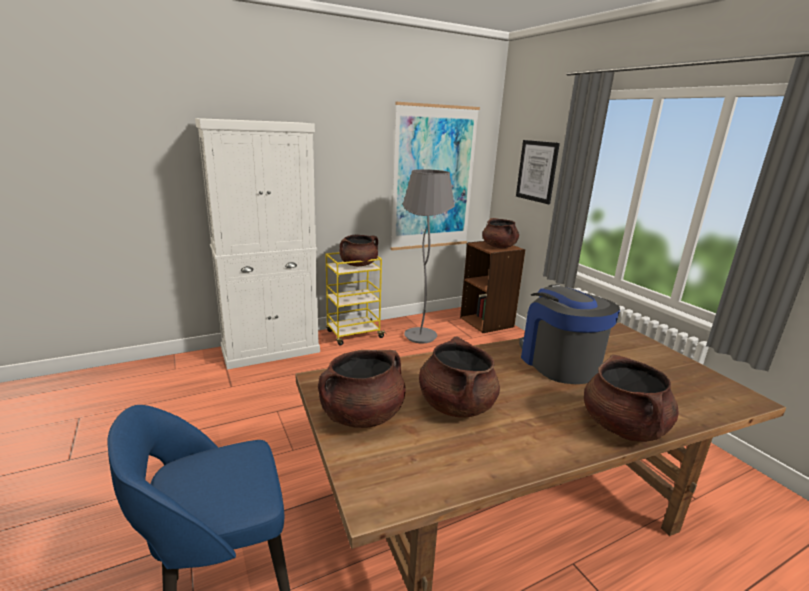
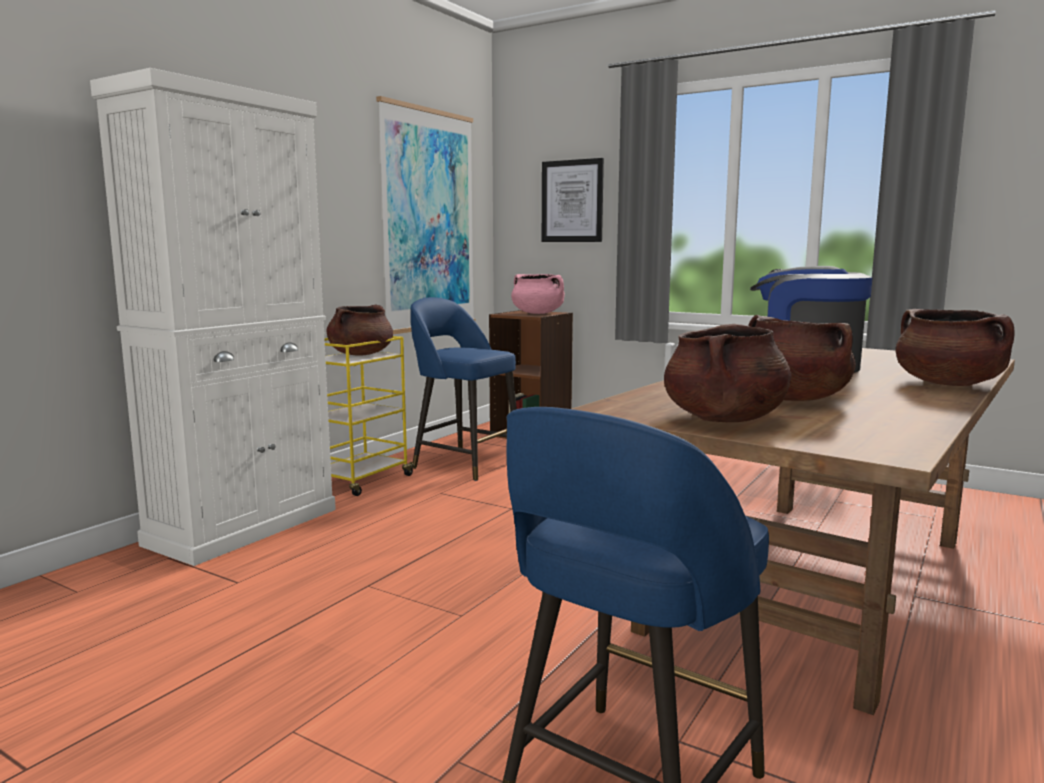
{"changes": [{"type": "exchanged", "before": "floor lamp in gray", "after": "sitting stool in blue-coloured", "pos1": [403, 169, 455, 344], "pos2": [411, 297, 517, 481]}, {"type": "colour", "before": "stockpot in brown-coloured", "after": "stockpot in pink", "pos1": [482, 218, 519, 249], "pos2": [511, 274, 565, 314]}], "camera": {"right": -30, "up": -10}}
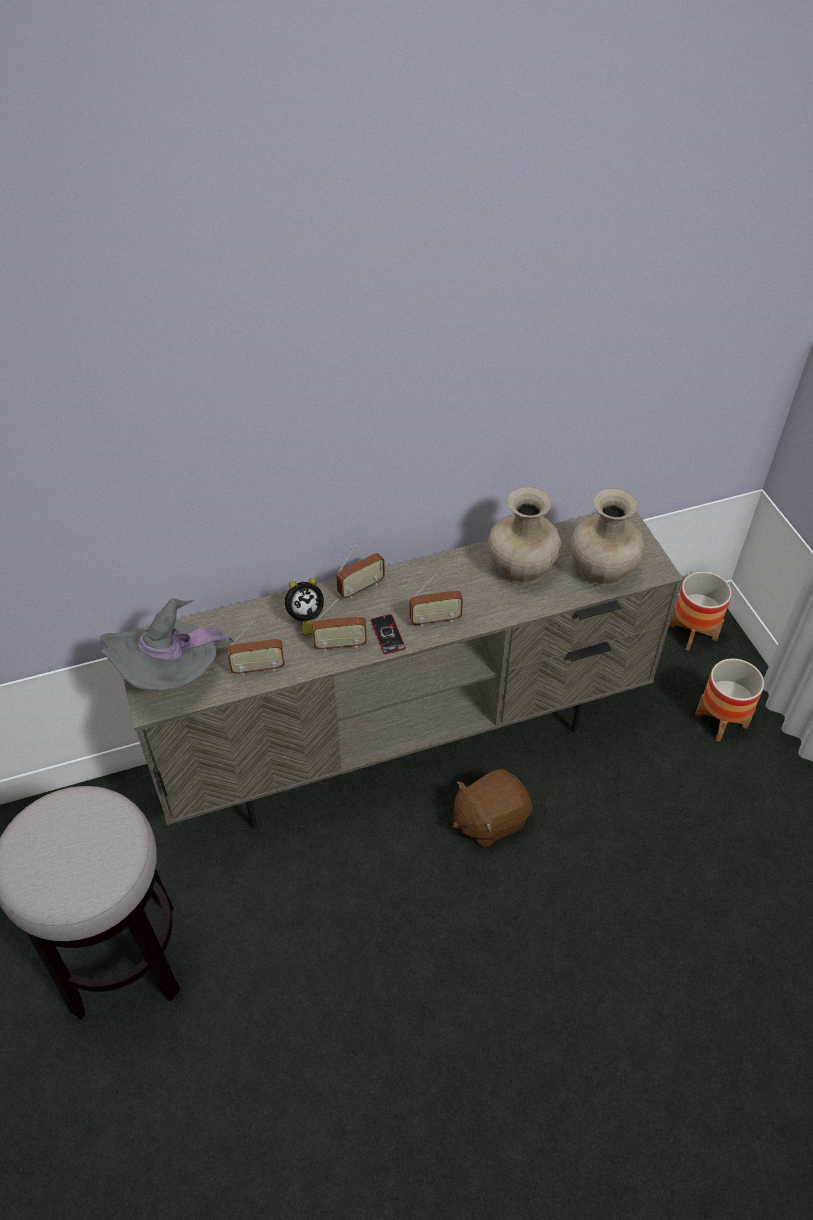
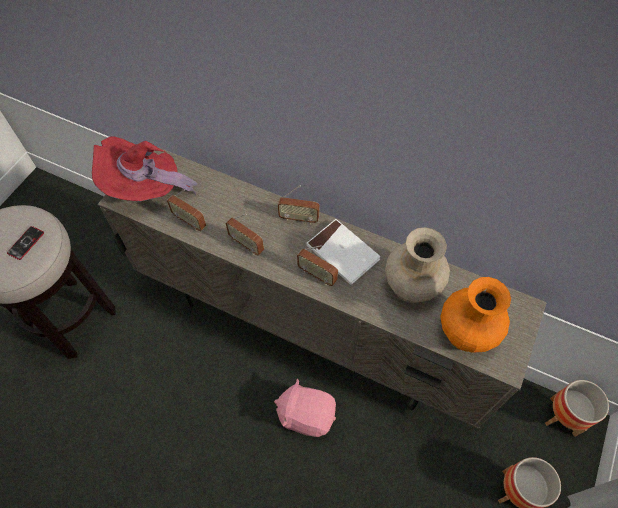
{"changes": [{"type": "relocated", "before": "telephone", "pos1": [371, 614, 405, 654], "pos2": [7, 226, 44, 260]}, {"type": "colour", "before": "wearable hat in gray", "after": "wearable hat in red-coloured", "pos1": [100, 598, 234, 690], "pos2": [92, 136, 197, 202]}, {"type": "colour", "before": "plush toy in brown-coloured", "after": "plush toy in pink", "pos1": [453, 769, 532, 848], "pos2": [274, 378, 336, 437]}, {"type": "appeared", "after": "bound book in white-coloured", "pos2": [306, 219, 381, 285]}, {"type": "colour", "before": "decorative vase in sand-coloured", "after": "decorative vase in orange-coloured", "pos1": [570, 488, 644, 586], "pos2": [440, 277, 511, 353]}, {"type": "missing", "before": "bedside clock", "pos1": [285, 578, 324, 635]}], "camera": {"right": 45, "up": 10}}
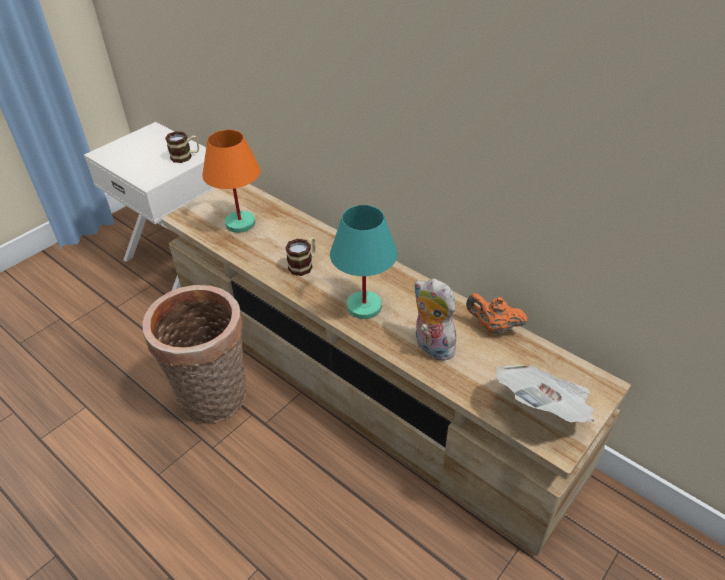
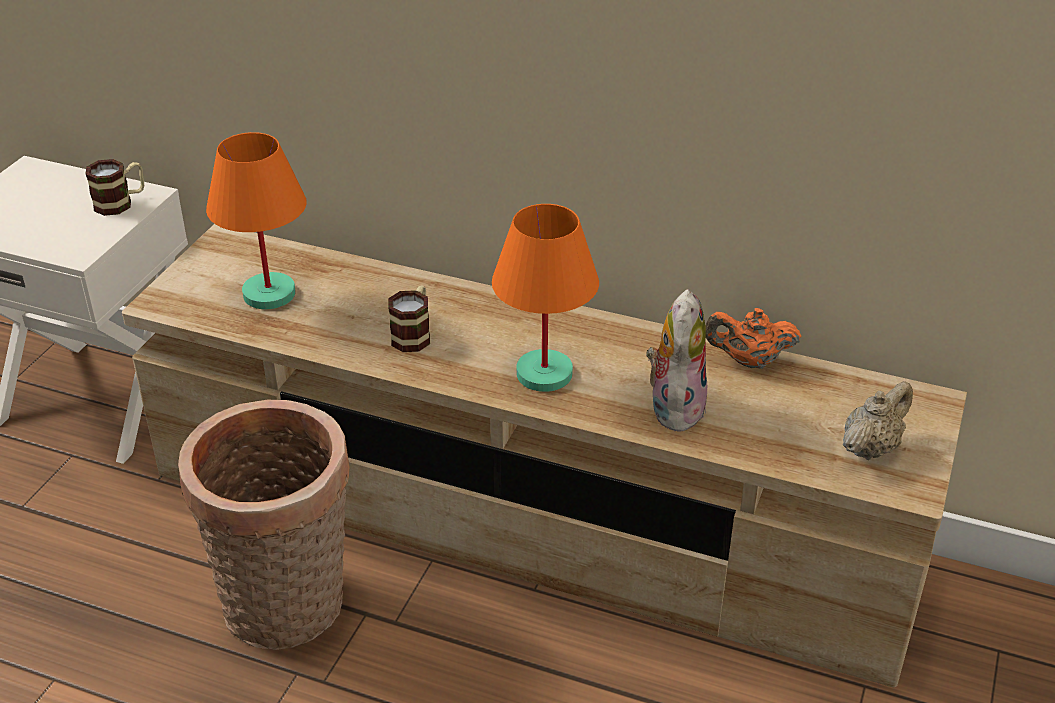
{"changes": [{"type": "colour", "before": "tabletop lamp in turquoise-coloured", "after": "tabletop lamp in orange-coloured", "pos1": [330, 205, 397, 319], "pos2": [492, 204, 599, 392]}, {"type": "spun", "before": "plush toy", "pos1": [413, 278, 461, 361], "pos2": [646, 289, 707, 434], "turn": 75}, {"type": "exchanged", "before": "newspaper", "after": "pot for tea in sand-coloured", "pos1": [496, 365, 595, 422], "pos2": [843, 381, 913, 460]}], "camera": {"right": -20, "up": -5}}
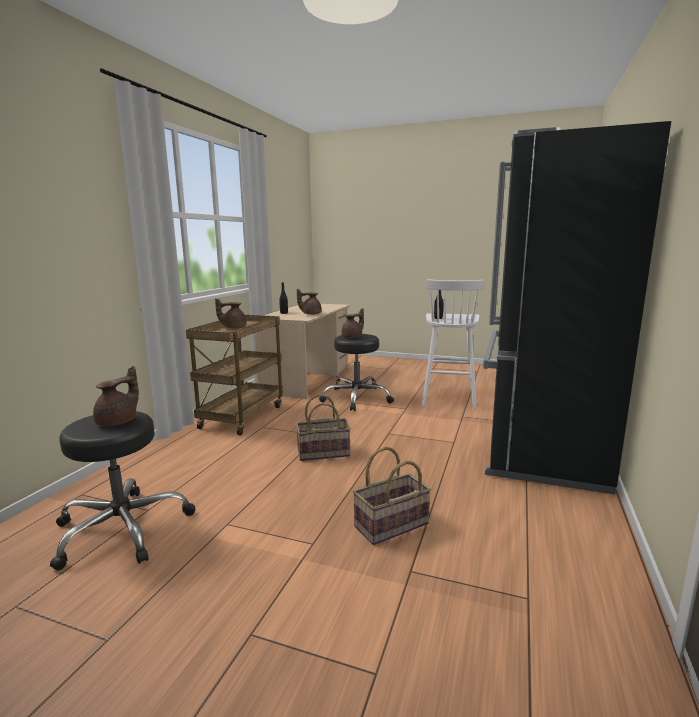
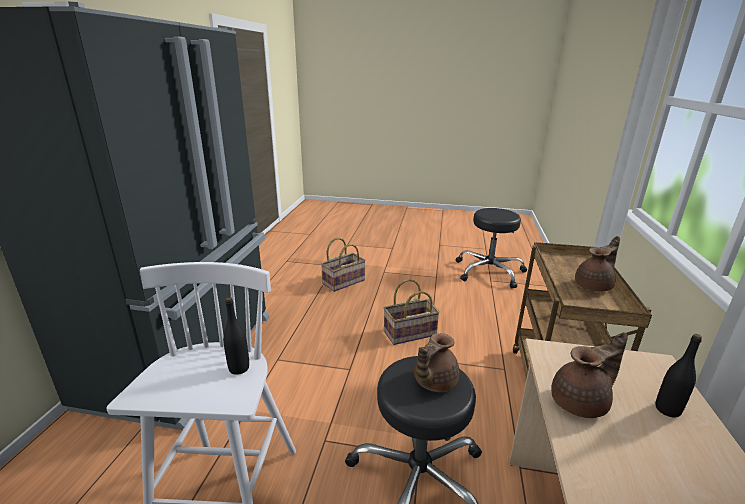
{"changes": [{"type": "missing", "before": "pot for tea in brown-coloured", "pos1": [93, 366, 139, 426]}], "camera": {"right": 170, "up": 10}}
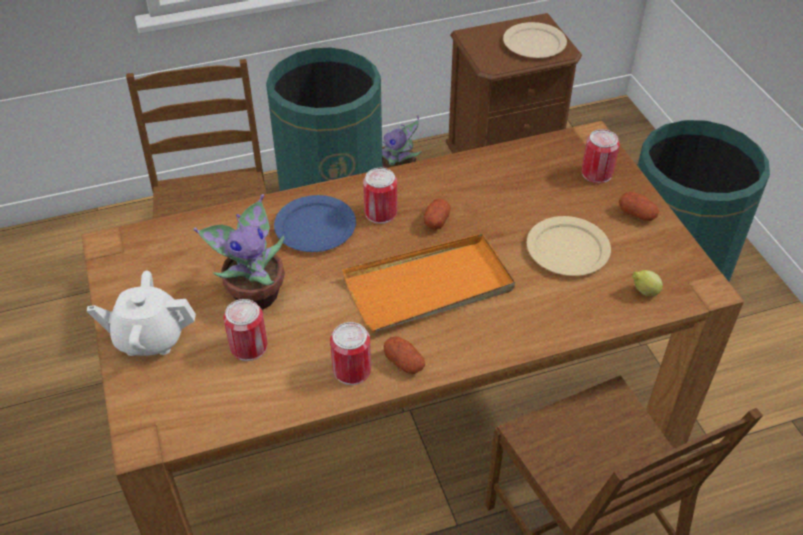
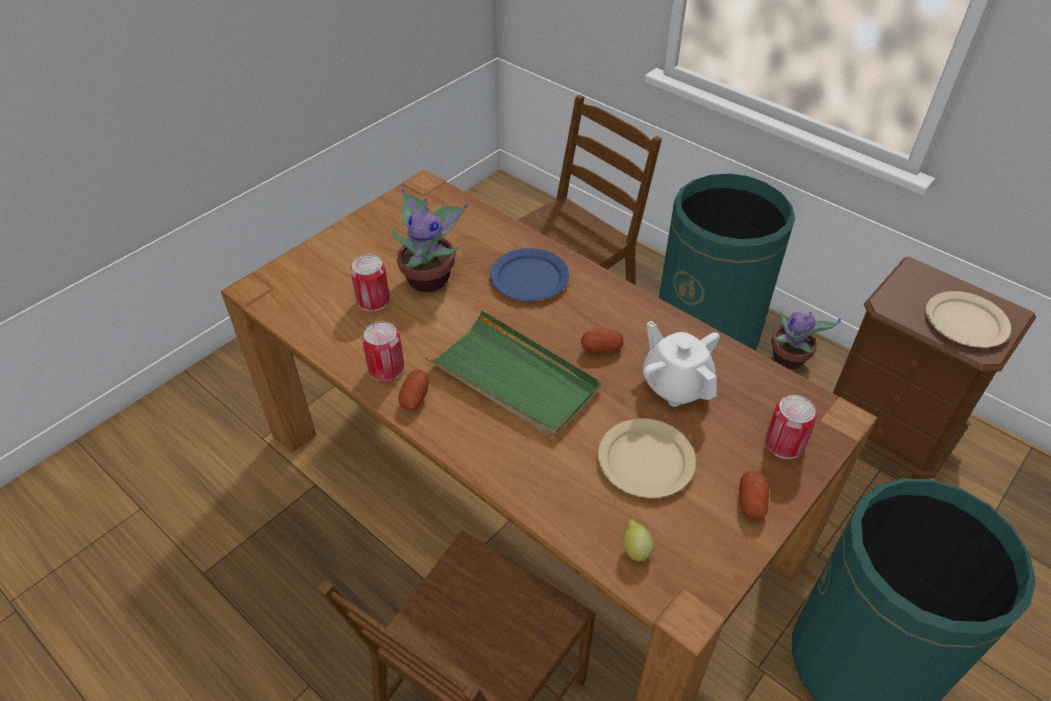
{"changes": [{"type": "colour", "before": "tray in orange-coloured", "after": "tray in greenish", "pos1": [342, 234, 515, 332], "pos2": [426, 310, 601, 438]}, {"type": "relocated", "before": "pot for tea in white-coloured", "pos1": [87, 271, 196, 356], "pos2": [643, 321, 720, 407]}, {"type": "missing", "before": "metal can", "pos1": [363, 168, 397, 224]}], "camera": {"right": 60, "up": 0}}
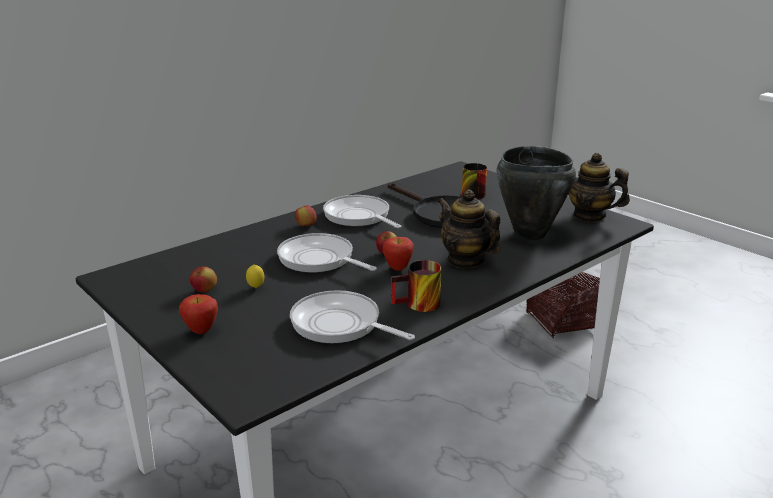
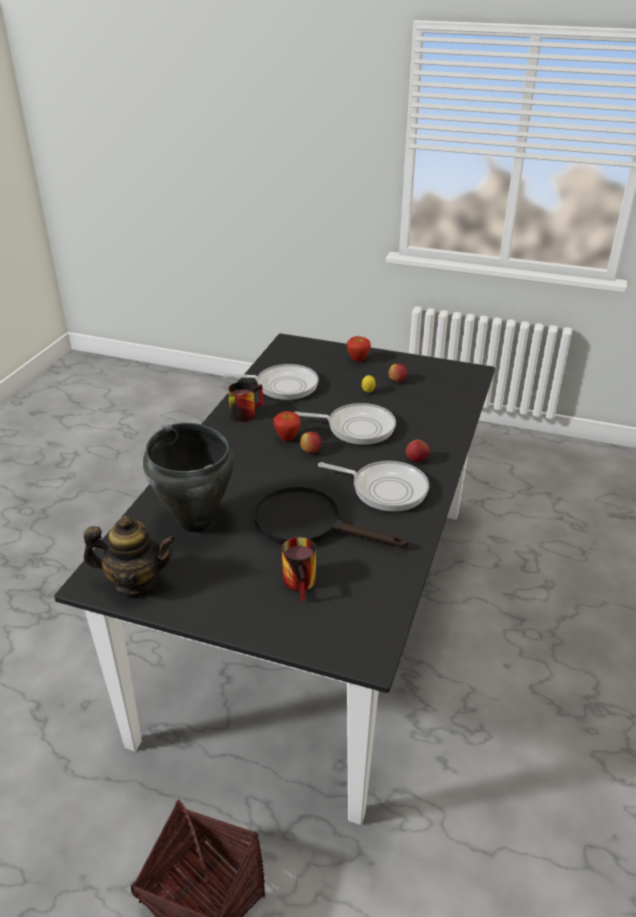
{"changes": [{"type": "missing", "before": "pot for tea", "pos1": [438, 190, 501, 269]}], "camera": {"right": 150, "up": 10}}
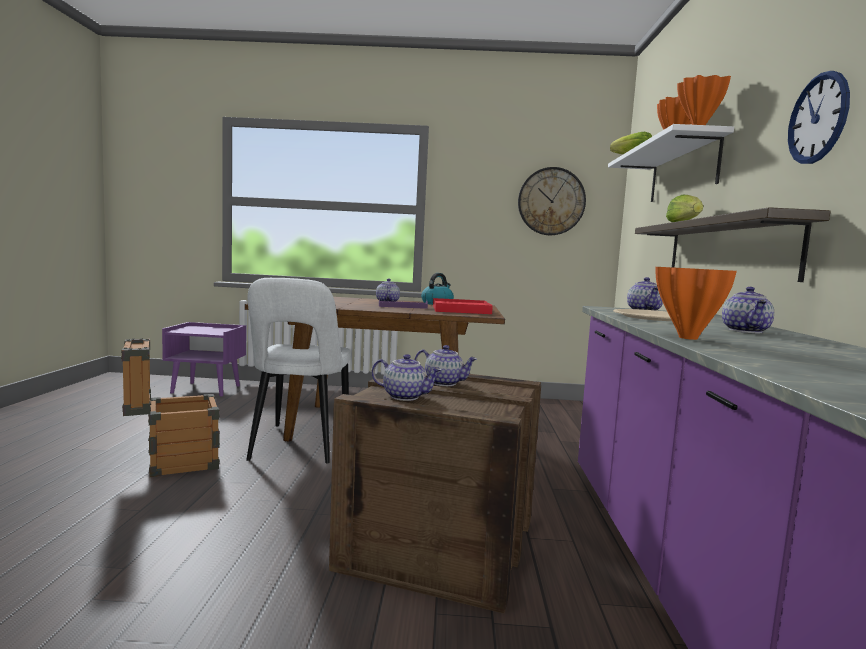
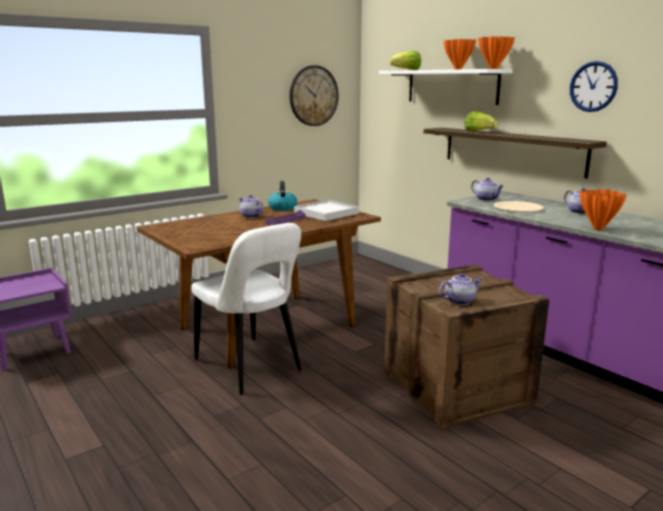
{"changes": [{"type": "colour", "before": "tray in red-coloured", "after": "tray in white-coloured", "pos1": [433, 298, 493, 314], "pos2": [294, 200, 359, 221]}, {"type": "missing", "before": "crate", "pos1": [121, 338, 220, 477]}, {"type": "missing", "before": "pot for tea", "pos1": [415, 345, 477, 386]}], "camera": {"right": -40, "up": 10}}
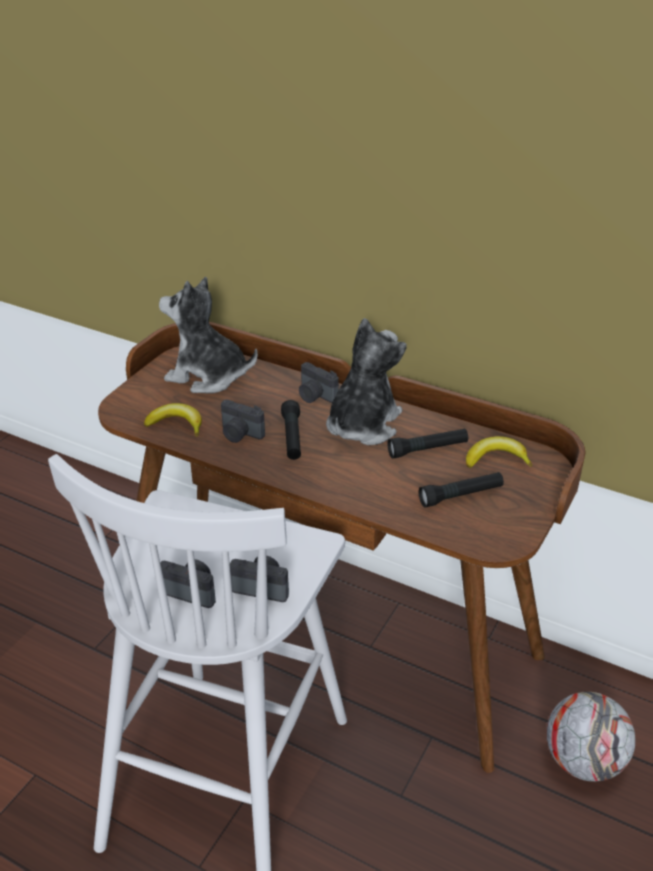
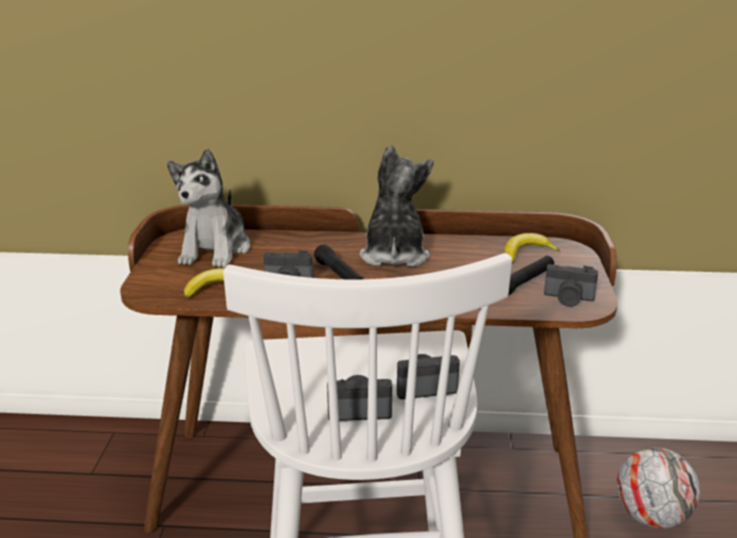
{"changes": [{"type": "spun", "before": "plush toy", "pos1": [159, 277, 258, 393], "pos2": [167, 148, 250, 268], "turn": -75}, {"type": "relocated", "before": "photo camera", "pos1": [299, 362, 339, 403], "pos2": [544, 264, 598, 307]}, {"type": "missing", "before": "hand torch in blackish", "pos1": [388, 428, 468, 459]}], "camera": {"right": -25, "up": -10}}
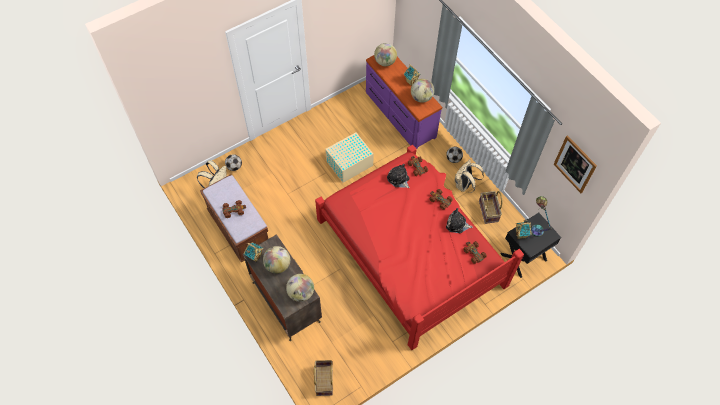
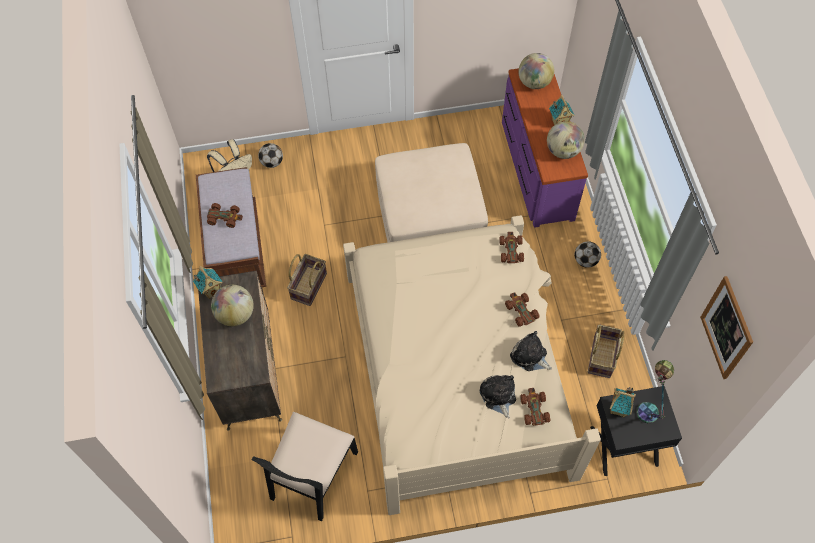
{"changes": [{"type": "appeared", "after": "chair in blackish", "pos2": [252, 412, 358, 521]}, {"type": "relocated", "before": "storage basket", "pos1": [314, 360, 333, 396], "pos2": [287, 254, 327, 306]}, {"type": "colour", "before": "bed in red-coloured", "after": "bed in sand-coloured", "pos1": [315, 145, 524, 350], "pos2": [343, 215, 601, 515]}, {"type": "exchanged", "before": "storage bin in sand-coloured", "after": "pouffe in sand-coloured", "pos1": [325, 133, 374, 183], "pos2": [375, 143, 488, 242]}, {"type": "relocated", "before": "plush toy", "pos1": [387, 164, 410, 188], "pos2": [480, 375, 516, 419]}, {"type": "missing", "before": "desk globe", "pos1": [286, 274, 314, 302]}, {"type": "missing", "before": "knapsack in sand-coloured", "pos1": [455, 159, 484, 193]}], "camera": {"right": 25, "up": 0}}
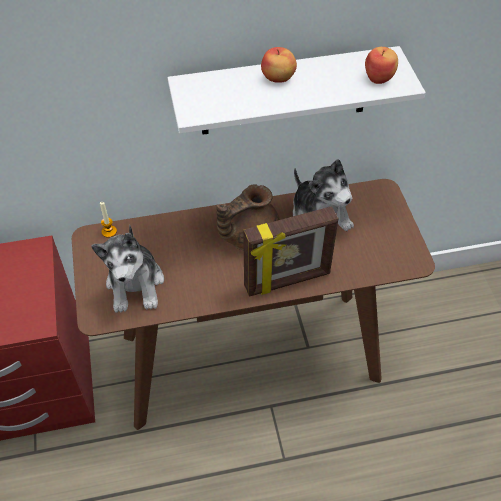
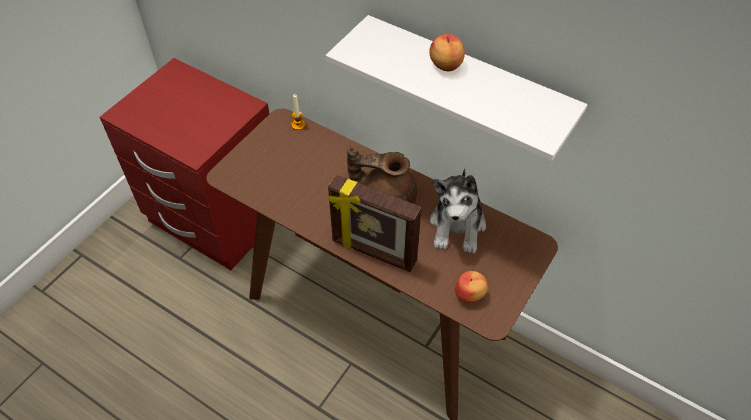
{"changes": [{"type": "relocated", "before": "whole apple", "pos1": [365, 47, 398, 84], "pos2": [455, 271, 488, 303]}, {"type": "missing", "before": "plush toy", "pos1": [91, 225, 164, 313]}], "camera": {"right": 45, "up": 0}}
